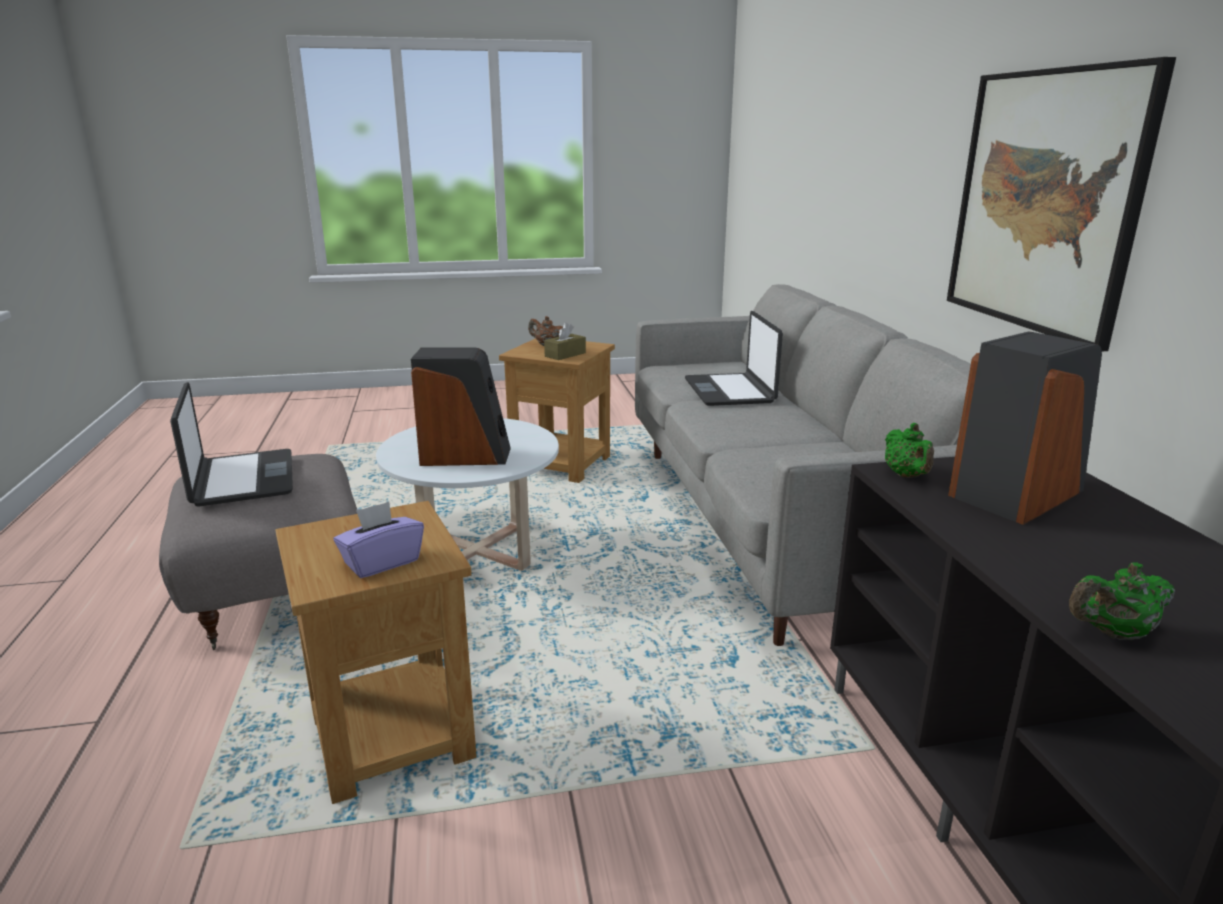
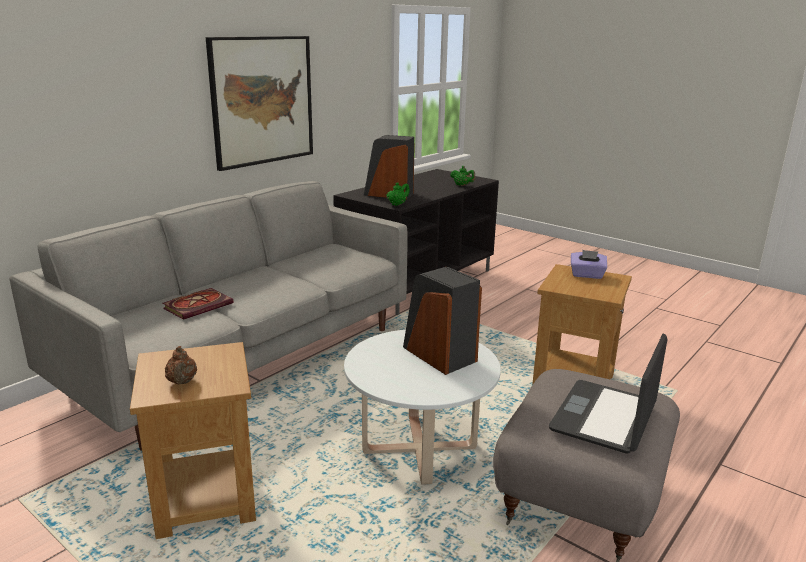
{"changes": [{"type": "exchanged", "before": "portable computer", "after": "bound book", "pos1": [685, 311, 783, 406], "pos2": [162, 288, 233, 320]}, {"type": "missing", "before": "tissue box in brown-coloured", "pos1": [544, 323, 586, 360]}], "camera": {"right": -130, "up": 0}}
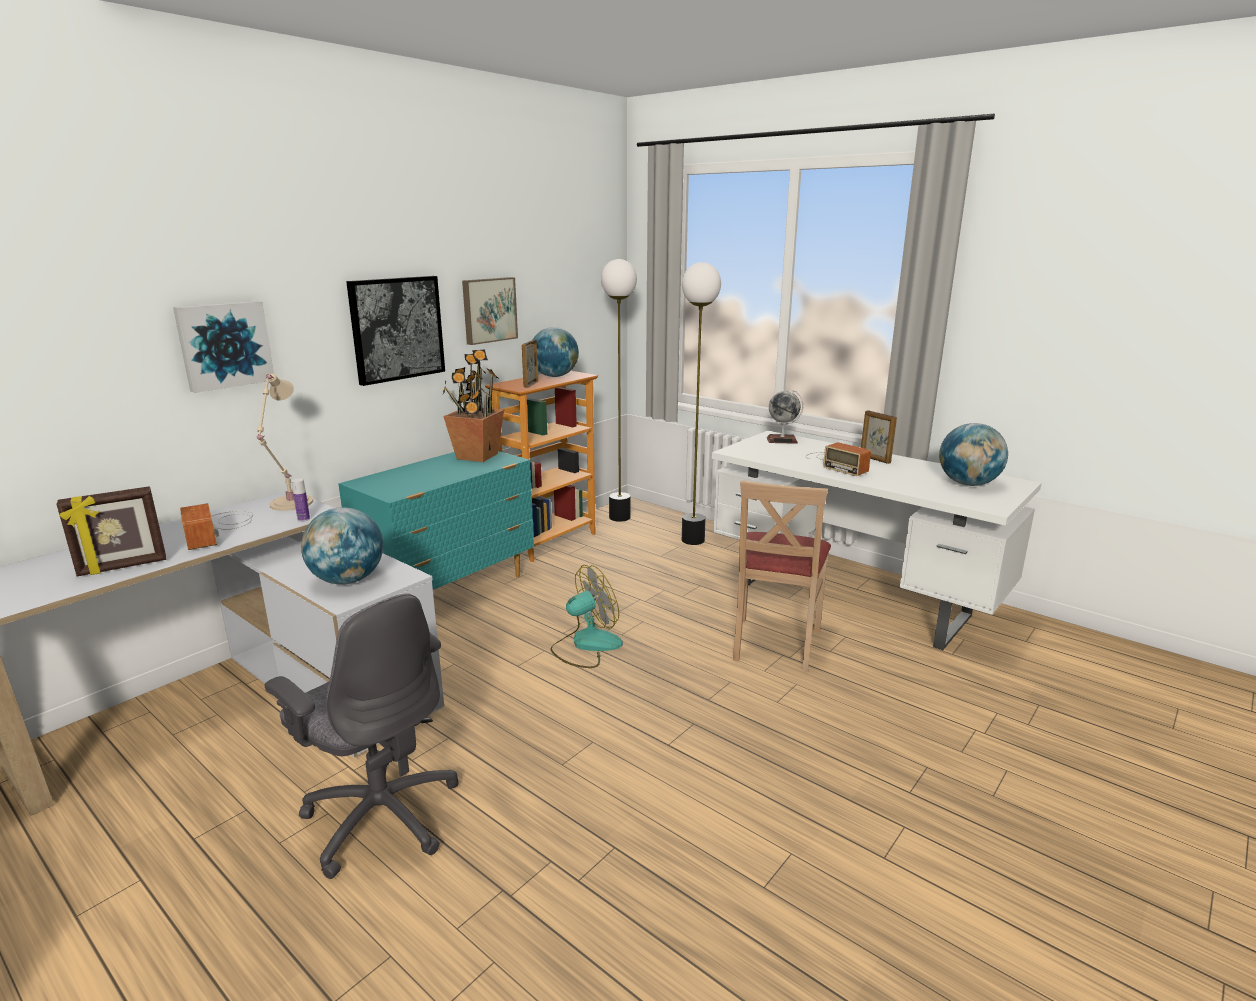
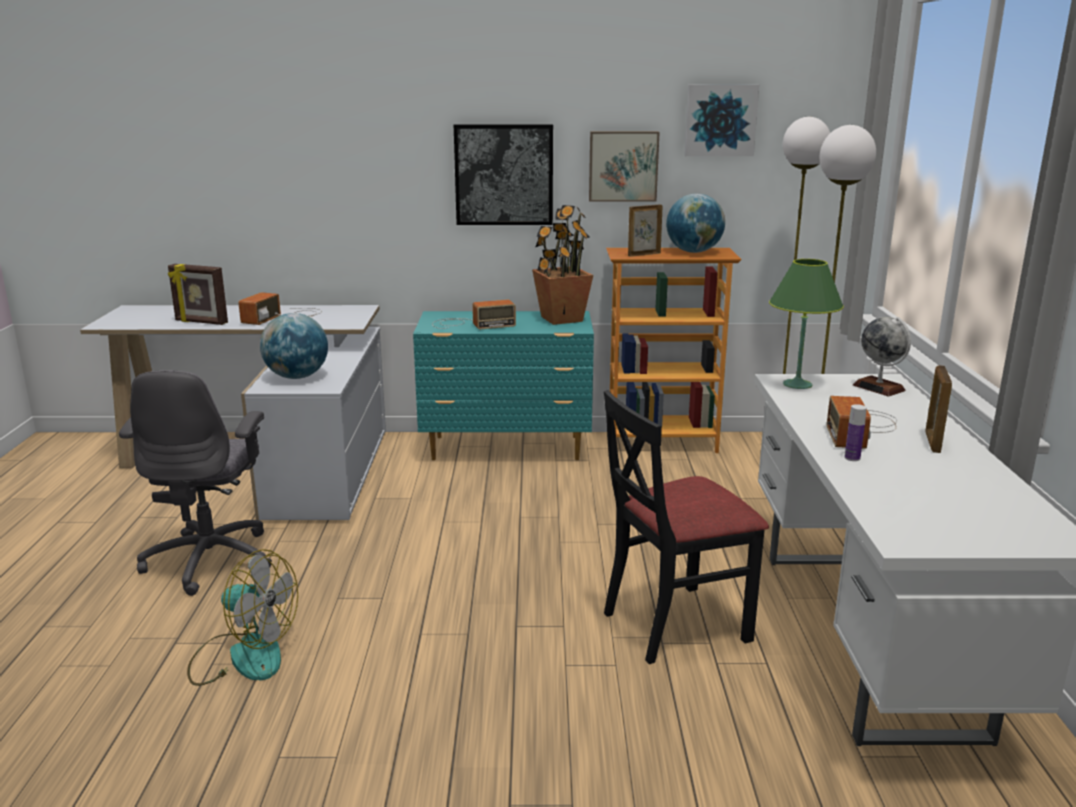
{"changes": [{"type": "relocated", "before": "electric fan", "pos1": [550, 565, 623, 668], "pos2": [187, 549, 298, 686]}, {"type": "appeared", "after": "radio set", "pos2": [432, 300, 516, 329]}, {"type": "colour", "before": "chair in sand-coloured", "after": "chair in blackish", "pos1": [733, 480, 831, 673], "pos2": [604, 390, 769, 664]}, {"type": "relocated", "before": "wall picture", "pos1": [173, 301, 274, 393], "pos2": [684, 84, 759, 156]}, {"type": "appeared", "after": "tabletop lamp in greenish", "pos2": [769, 259, 844, 389]}, {"type": "relocated", "before": "drink bottle", "pos1": [292, 479, 310, 522], "pos2": [844, 404, 867, 461]}, {"type": "missing", "before": "tabletop lamp in sand-coloured", "pos1": [257, 374, 313, 511]}, {"type": "missing", "before": "desk globe", "pos1": [939, 423, 1008, 486]}], "camera": {"right": 50, "up": 0}}
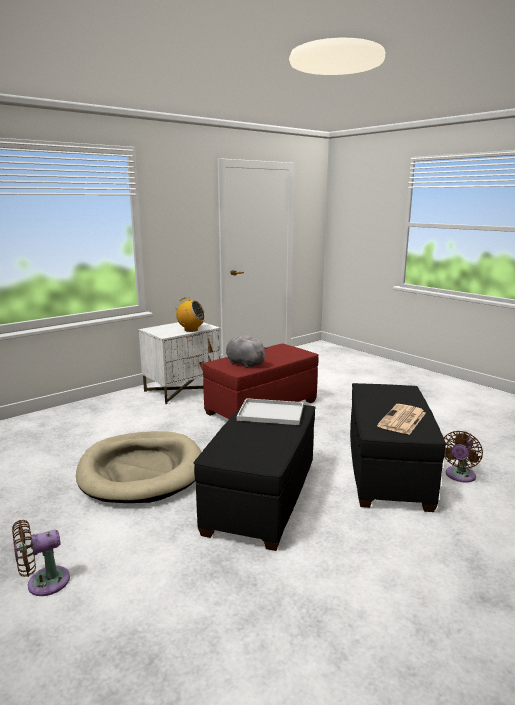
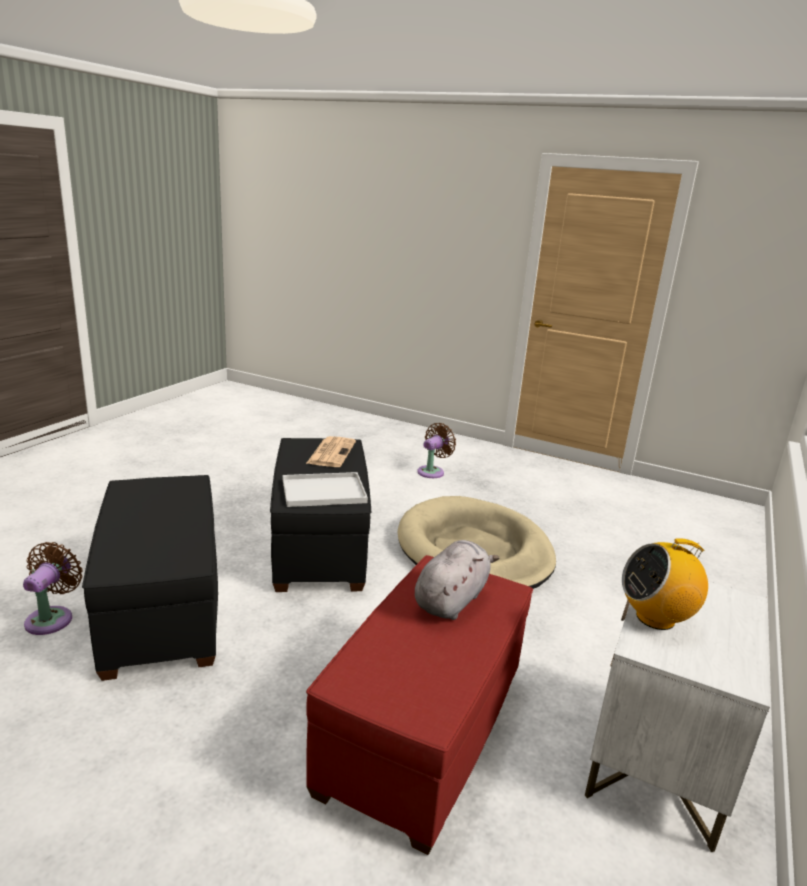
{"changes": [{"type": "relocated", "before": "newspaper", "pos1": [377, 404, 426, 435], "pos2": [306, 436, 356, 467]}, {"type": "spun", "before": "plush toy in gray", "pos1": [226, 335, 268, 368], "pos2": [415, 540, 499, 620], "turn": -75}], "camera": {"right": 155, "up": 5}}
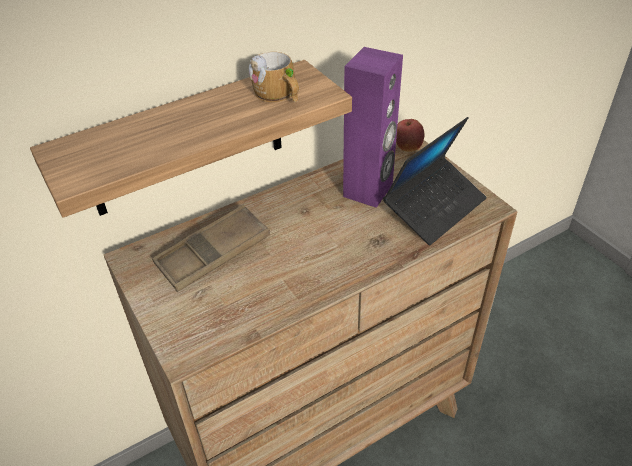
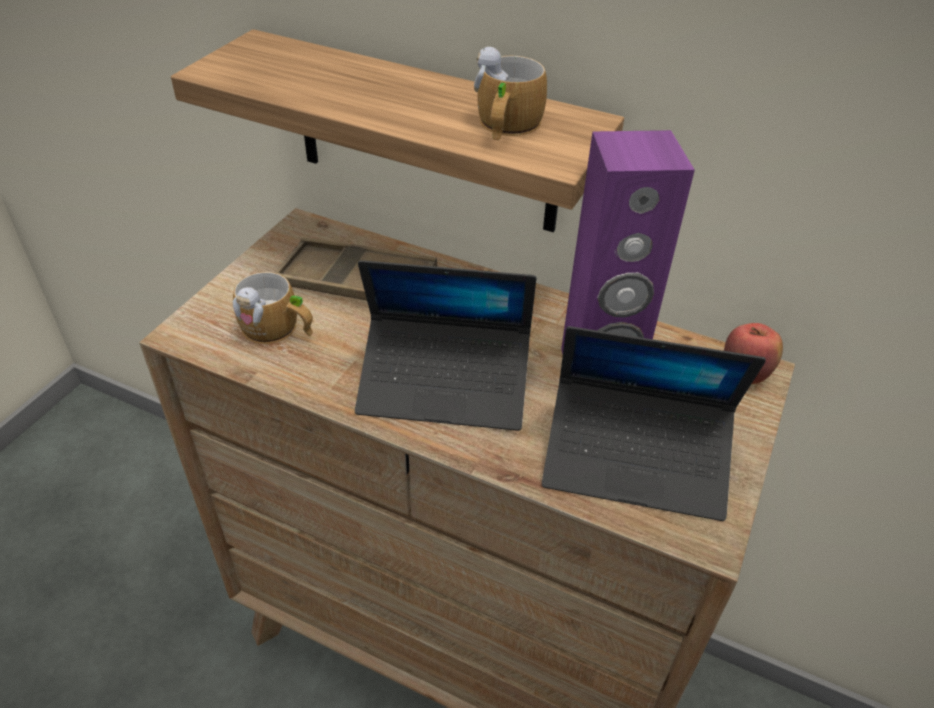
{"changes": [{"type": "appeared", "after": "tea mug", "pos2": [233, 272, 313, 344]}, {"type": "appeared", "after": "portable computer", "pos2": [355, 260, 536, 431]}], "camera": {"right": 55, "up": 0}}
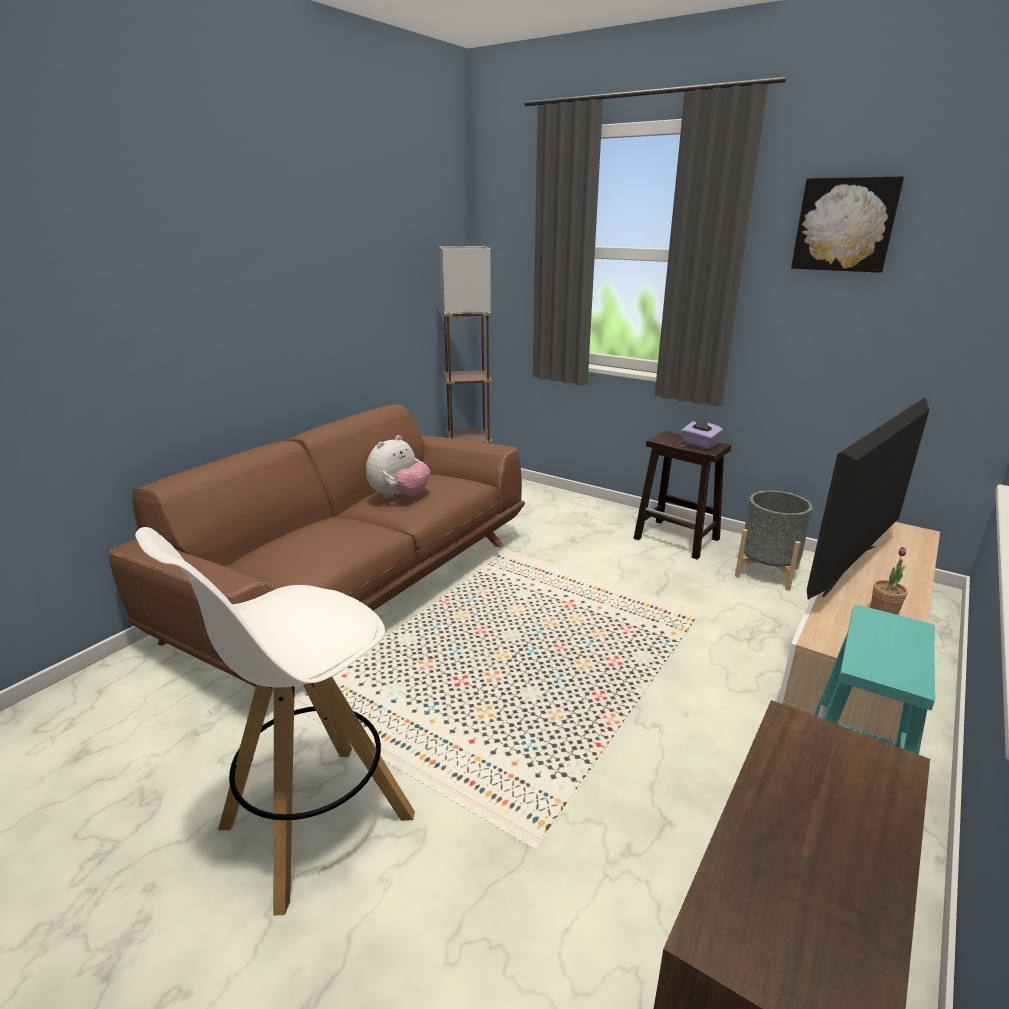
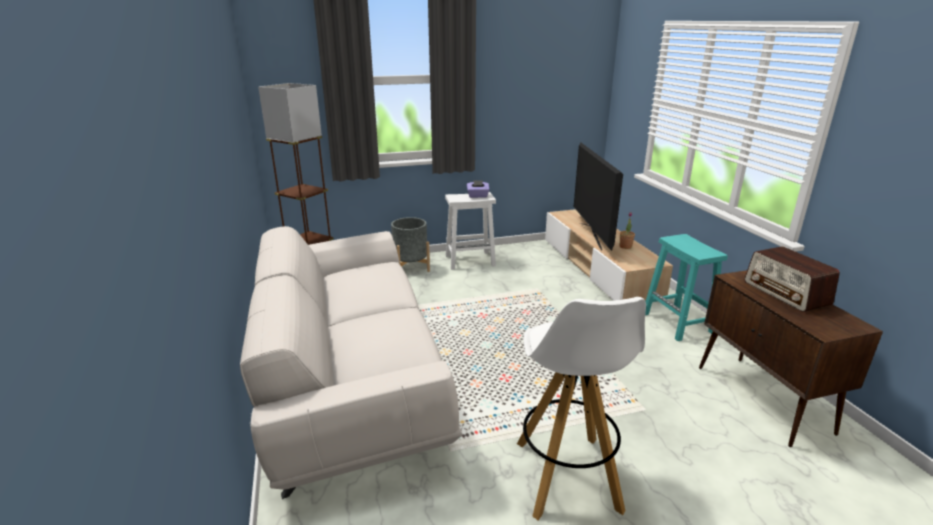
{"changes": [{"type": "colour", "before": "settee in brown-coloured", "after": "settee in white-coloured", "pos1": [109, 404, 525, 687], "pos2": [240, 226, 462, 499]}, {"type": "relocated", "before": "plant pot in gray", "pos1": [735, 491, 813, 591], "pos2": [391, 217, 430, 272]}, {"type": "colour", "before": "sitting stool in brown-coloured", "after": "sitting stool in white-coloured", "pos1": [633, 431, 731, 559], "pos2": [445, 192, 496, 270]}, {"type": "appeared", "after": "radio set", "pos2": [744, 246, 840, 312]}, {"type": "missing", "before": "plush toy", "pos1": [366, 435, 431, 499]}, {"type": "missing", "before": "wall picture", "pos1": [791, 176, 904, 273]}], "camera": {"right": -50, "up": 0}}
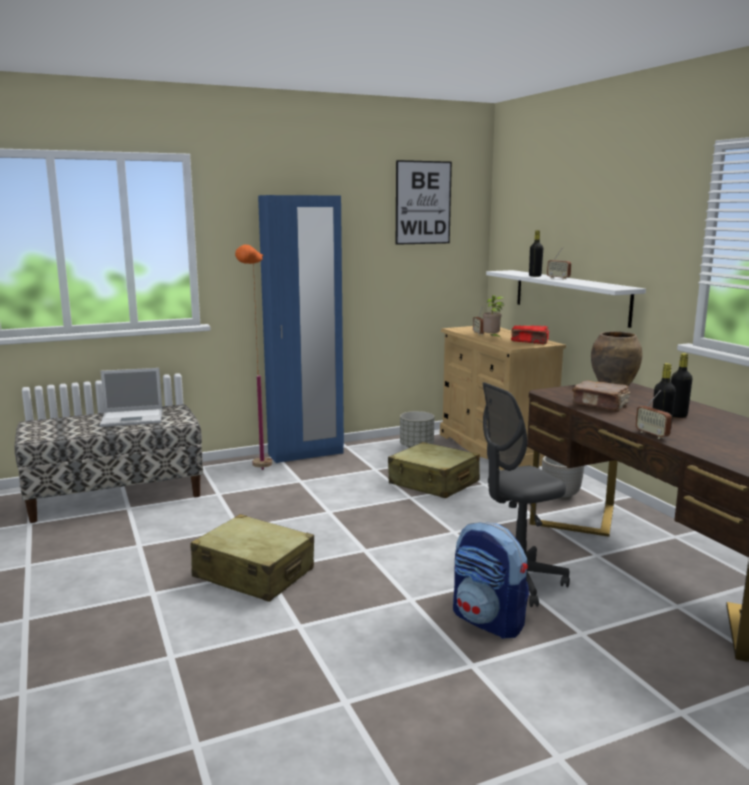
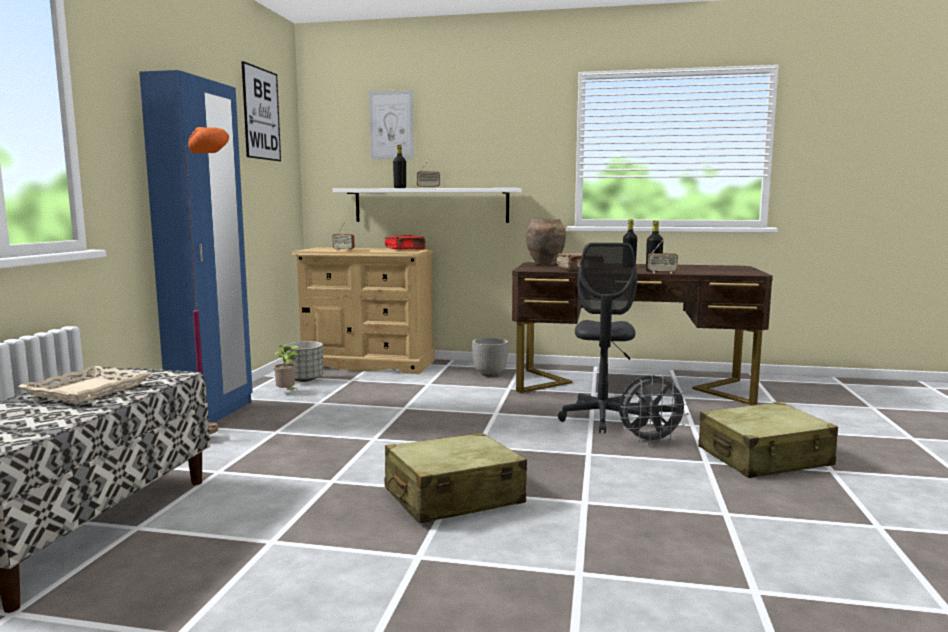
{"changes": [{"type": "exchanged", "before": "portable computer", "after": "tray in sand-coloured", "pos1": [100, 368, 162, 427], "pos2": [18, 366, 152, 403]}, {"type": "relocated", "before": "plant in a pot", "pos1": [483, 295, 504, 338], "pos2": [274, 345, 299, 391]}, {"type": "appeared", "after": "wall picture", "pos2": [369, 90, 414, 159]}, {"type": "exchanged", "before": "knapsack", "after": "electric fan in gray", "pos1": [453, 522, 529, 639], "pos2": [619, 375, 690, 445]}, {"type": "relocated", "before": "travel case in sand-coloured", "pos1": [388, 442, 480, 498], "pos2": [698, 402, 838, 478]}], "camera": {"right": -55, "up": -5}}
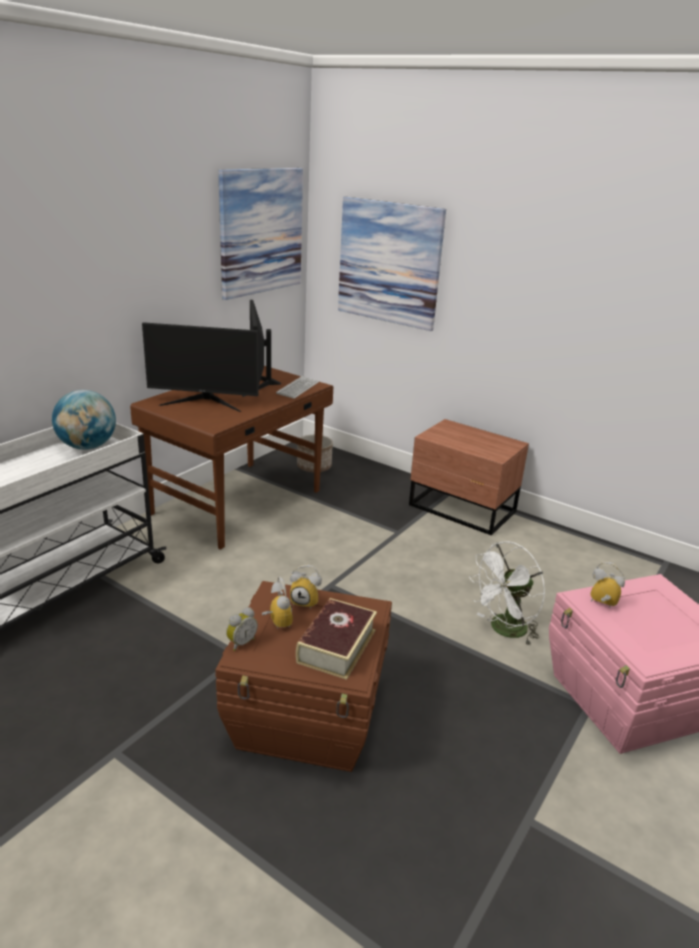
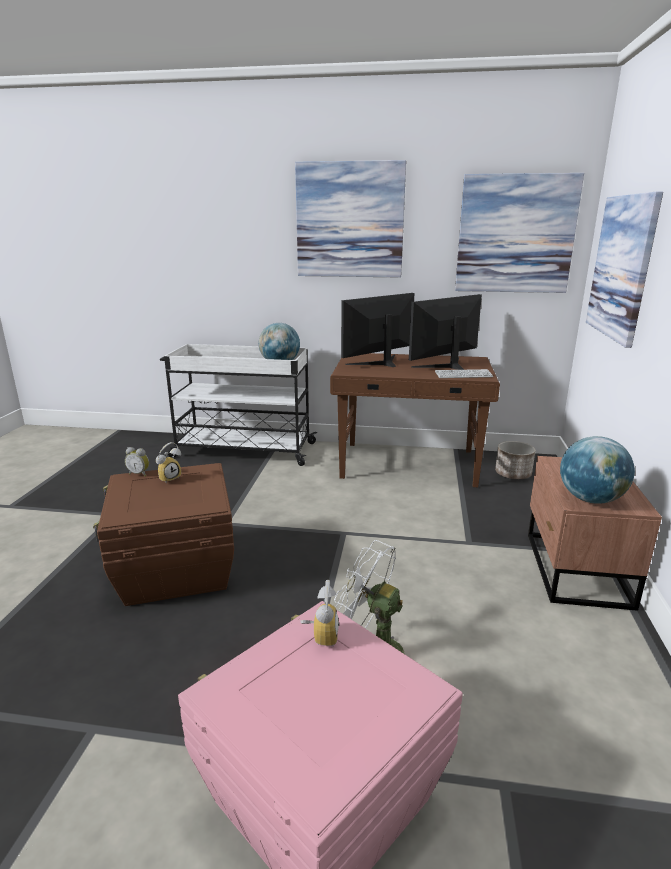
{"changes": [{"type": "appeared", "after": "wall picture", "pos2": [295, 160, 406, 278]}, {"type": "spun", "before": "computer display", "pos1": [142, 322, 259, 412], "pos2": [341, 293, 415, 367], "turn": 75}, {"type": "appeared", "after": "desk globe", "pos2": [560, 436, 635, 504]}, {"type": "missing", "before": "bedside clock", "pos1": [290, 565, 322, 609]}, {"type": "missing", "before": "bound book", "pos1": [296, 598, 377, 680]}], "camera": {"right": 65, "up": -5}}
